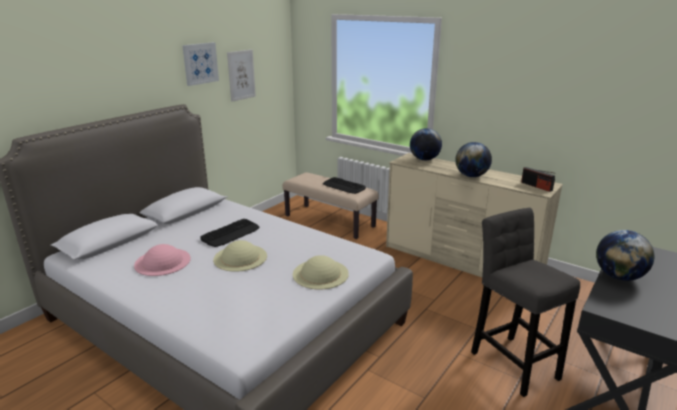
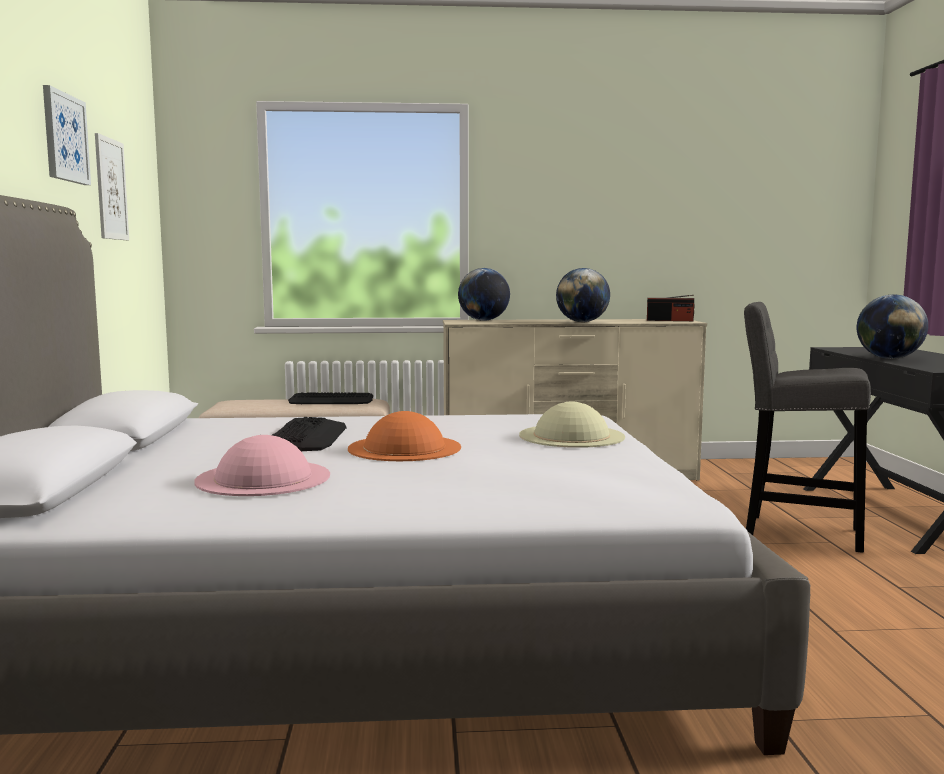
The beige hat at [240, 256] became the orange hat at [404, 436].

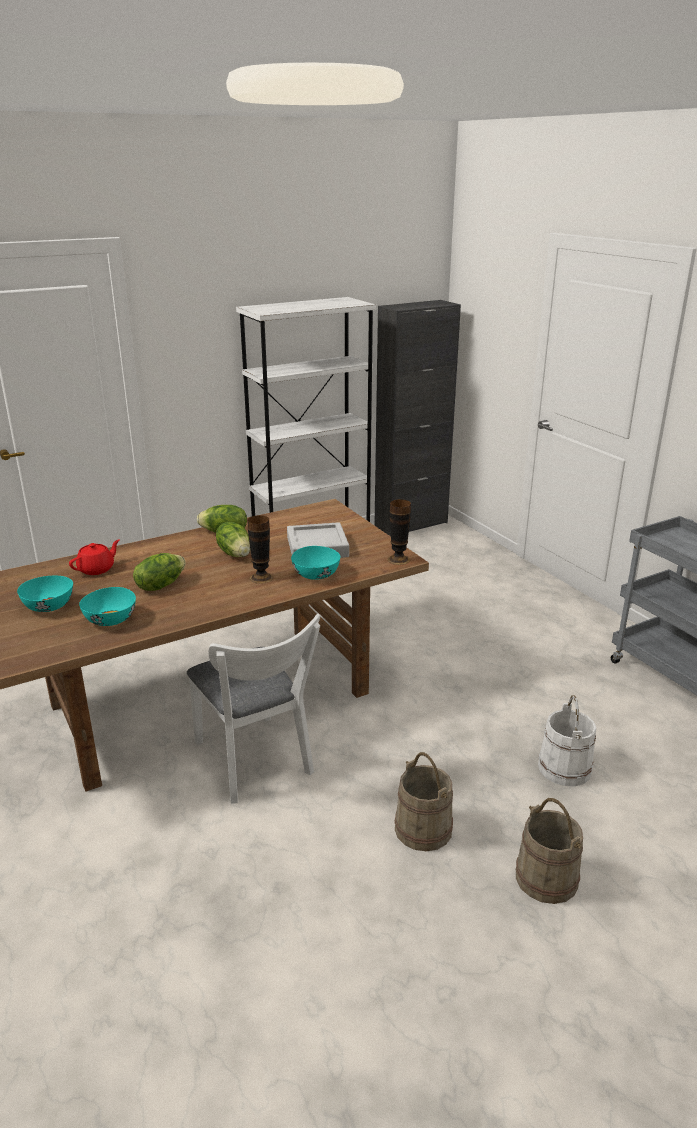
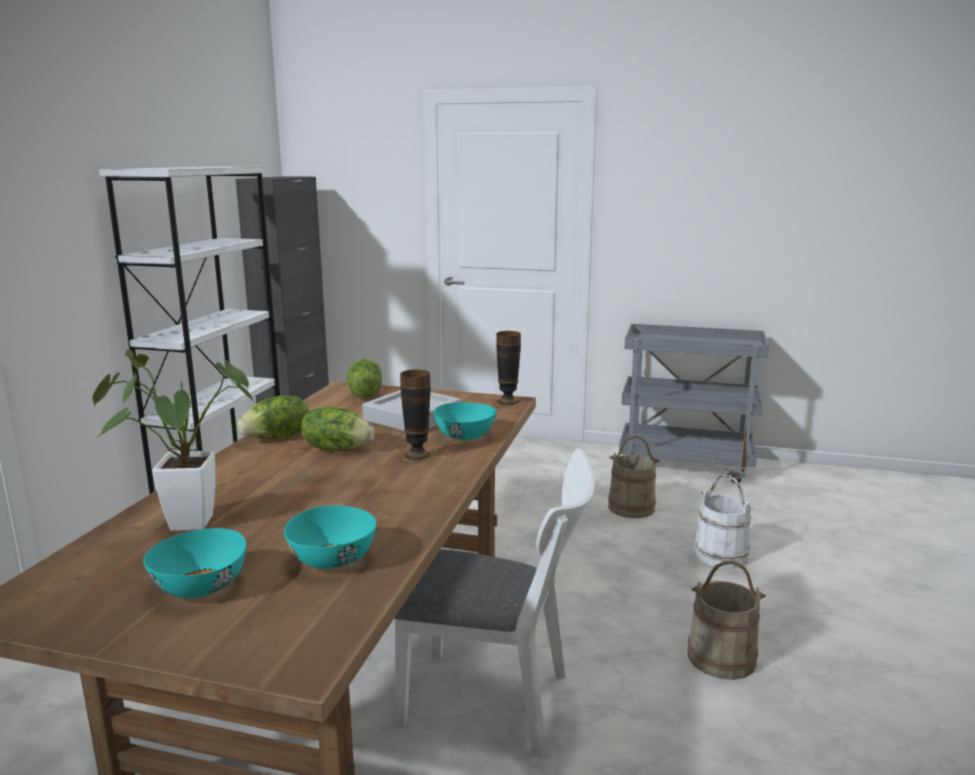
The red teapot at [94, 557] was replaced by the potted plant at [173, 440]. The lettuce moved from [159, 572] to [364, 378]. The beige bucket moved from [549, 851] to [634, 477].

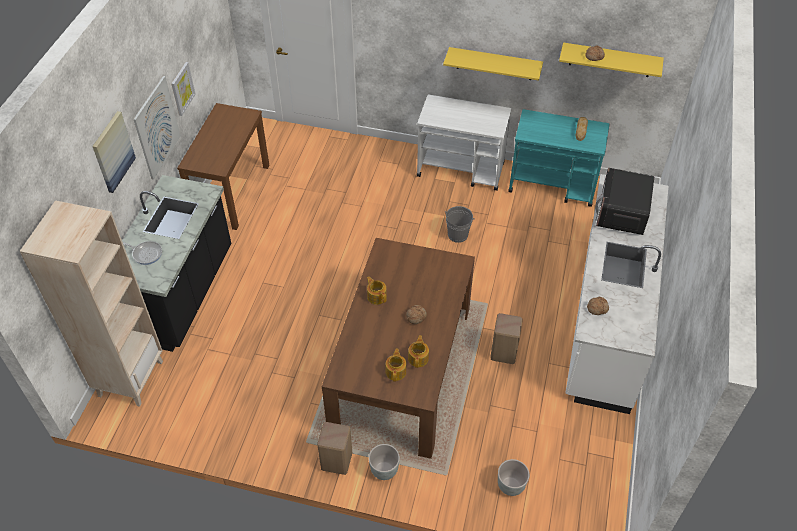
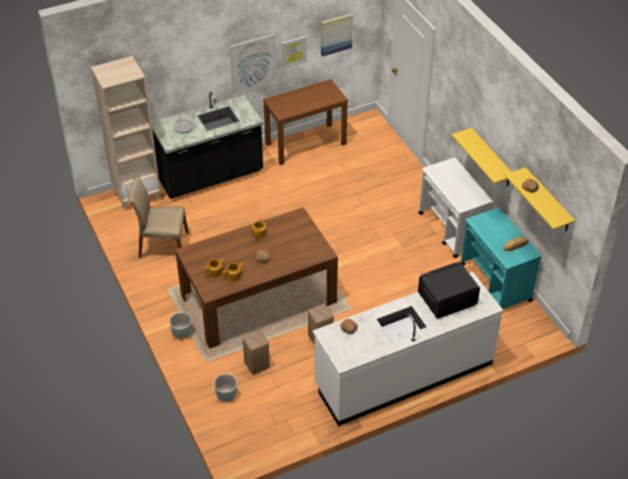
The picture moved from [114, 152] to [337, 34]. The beige stool moved from [334, 448] to [256, 352]. The grey bucket at [460, 224] disappeared. The beige chair at [159, 217] appeared.

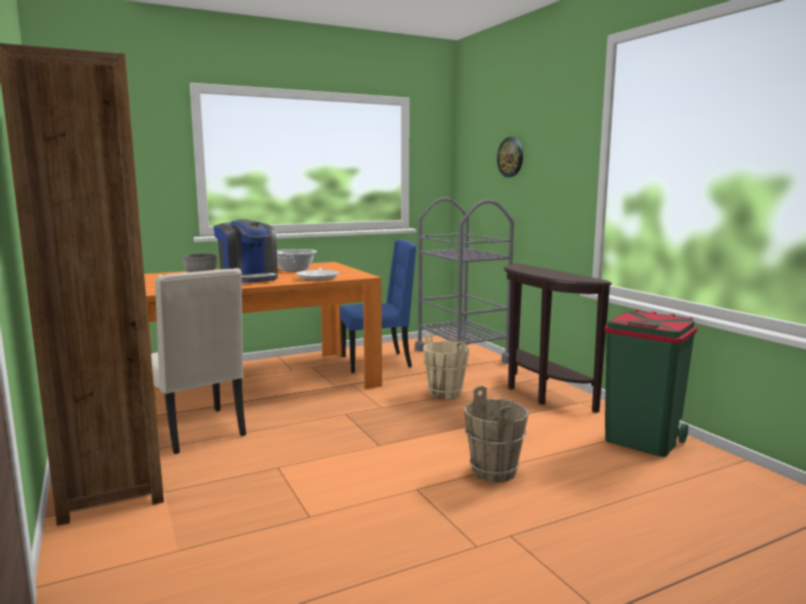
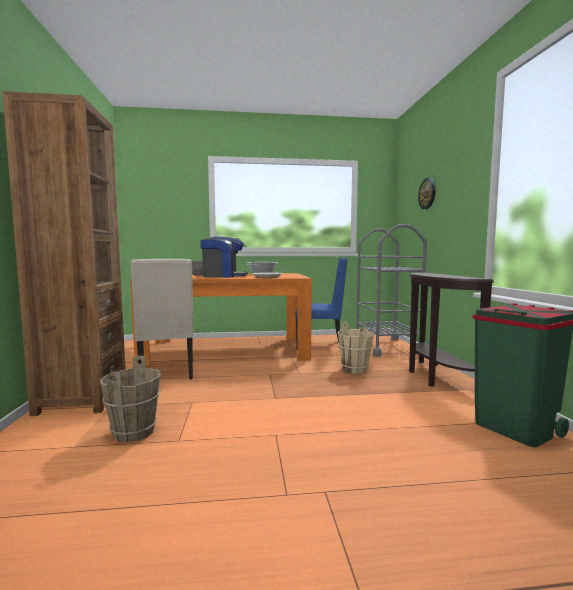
The coffee machine at [245, 251] turned 75 degrees counterclockwise. The brown bucket moved from [496, 434] to [130, 399].

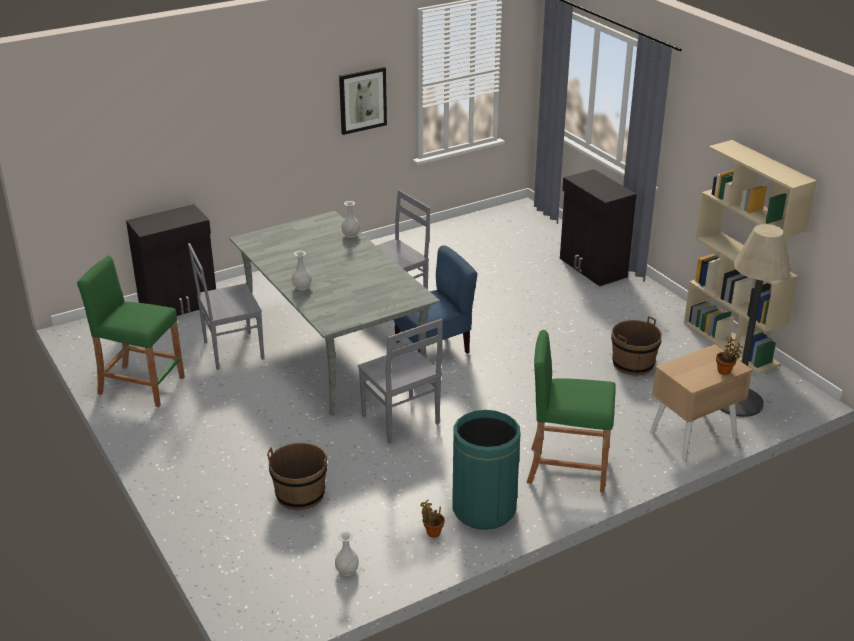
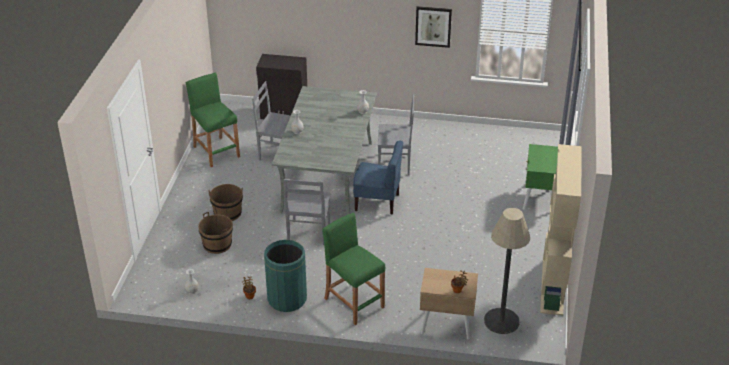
The black cabinet at [598, 227] was replaced by the green nightstand at [540, 177]. The brown bucket moved from [636, 346] to [226, 202].

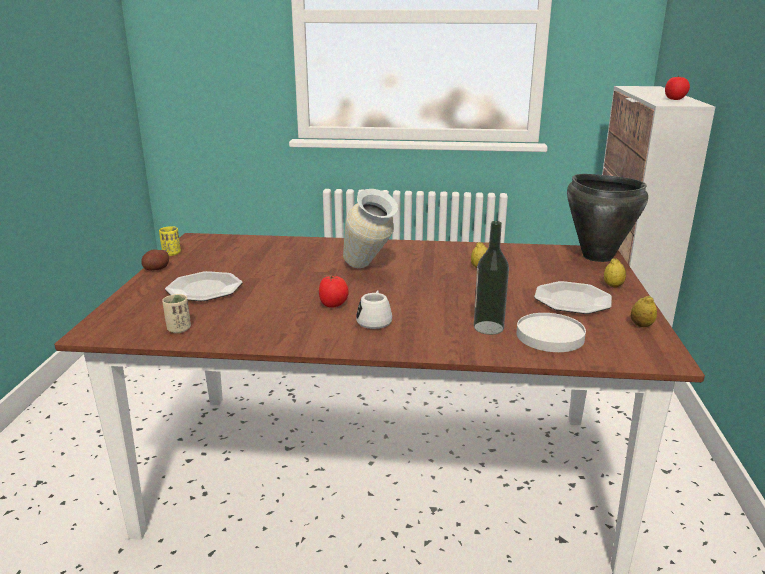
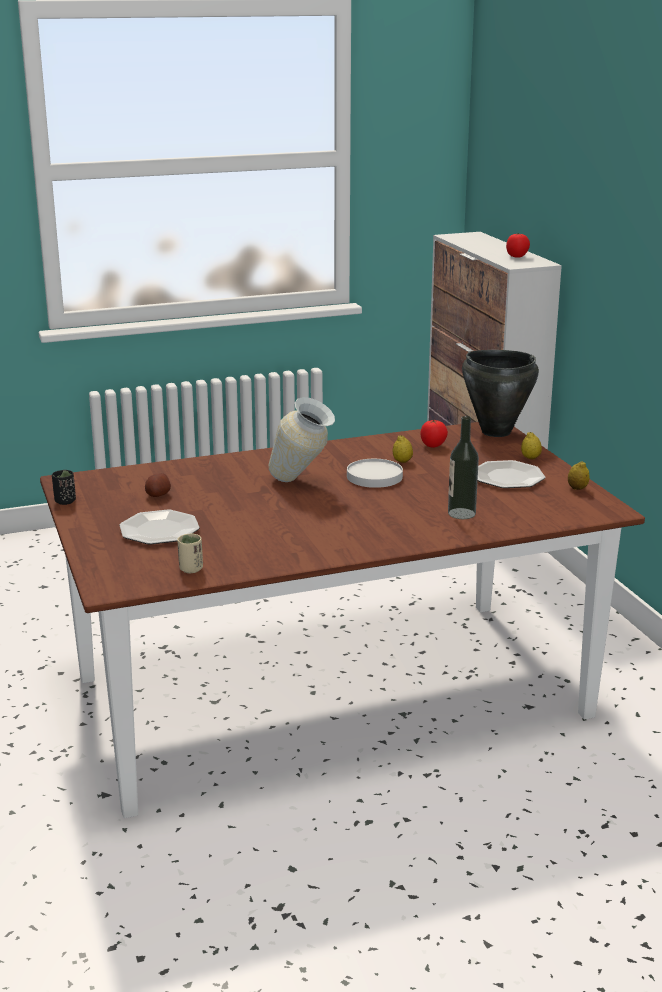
The potato moved from [155, 260] to [158, 485]. The yellow cup at [170, 241] became the black cup at [64, 487]. The tomato moved from [334, 292] to [434, 434]. The white mug at [374, 309] disappeared. The white plate moved from [551, 332] to [375, 473].

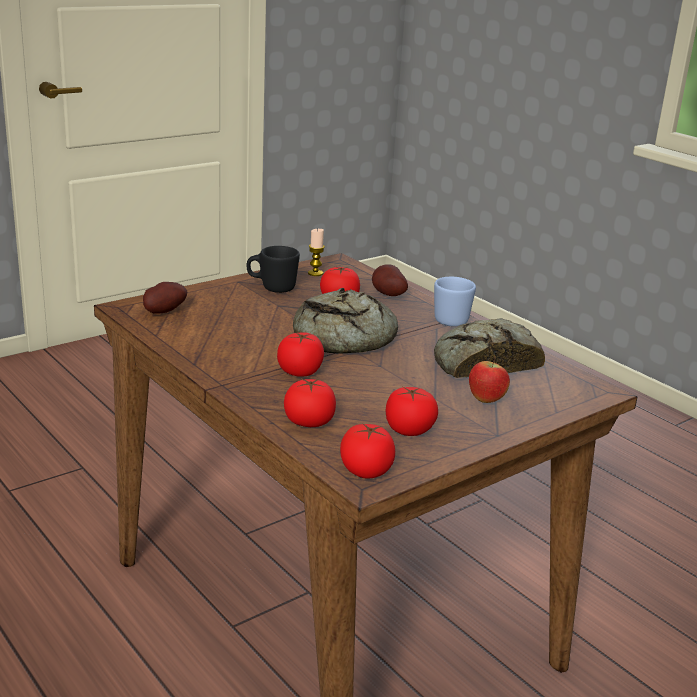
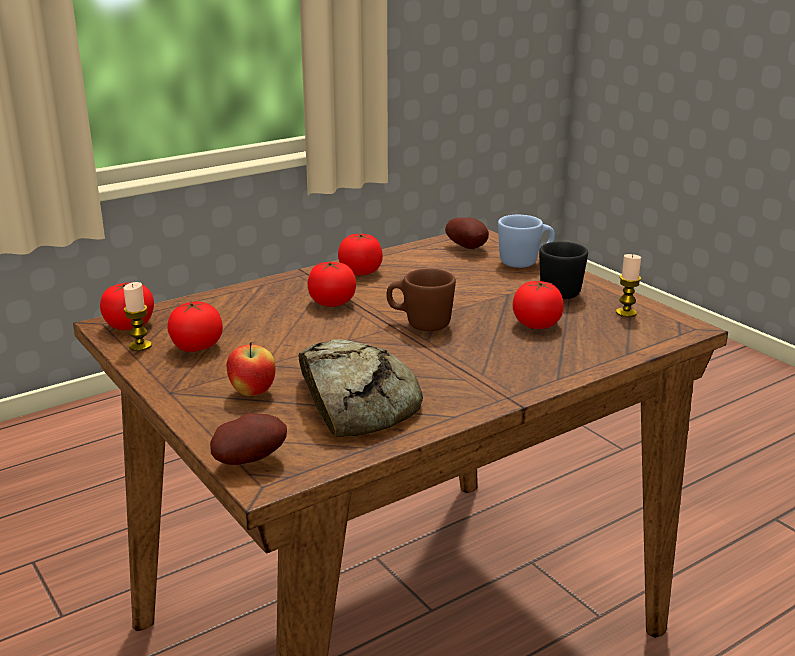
The tomato moved from [310, 403] to [360, 254]. The bread at [345, 321] was replaced by the brown mug at [421, 300]. The potato moved from [390, 280] to [248, 439]. The blue mug moved from [455, 302] to [526, 241]. The candle at [137, 316] appeared.

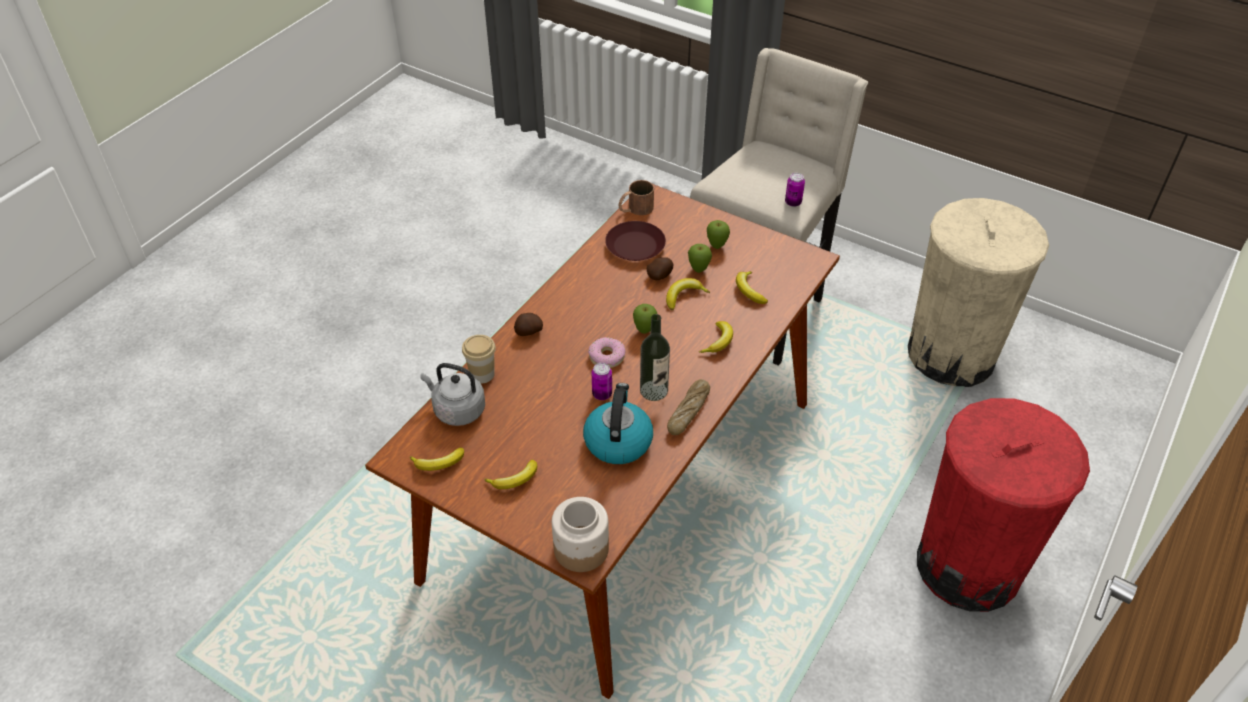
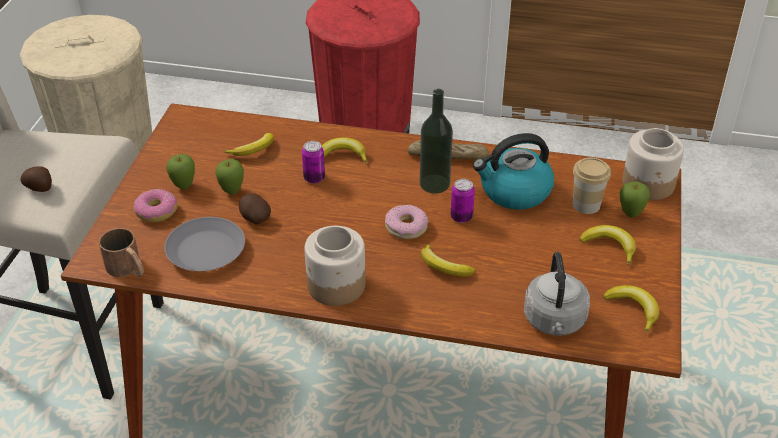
The cup moved from [479, 359] to [592, 186]. The potato moved from [528, 324] to [36, 179]. The brown plate at [635, 241] became the grey plate at [205, 244]. The apple moved from [645, 319] to [635, 199]. The banana moved from [688, 294] to [448, 260]. The can moved from [795, 190] to [313, 162]. The donut at [155, 205] appeared. The jar at [335, 266] appeared.

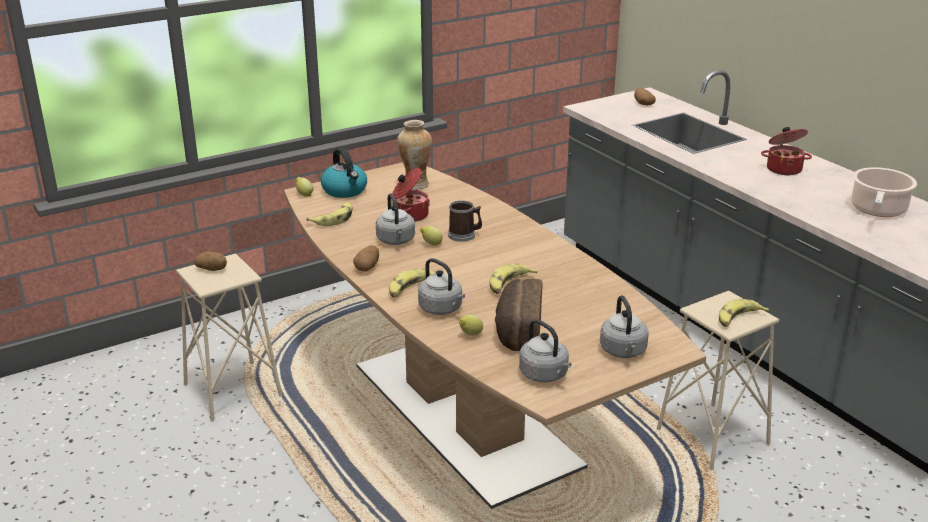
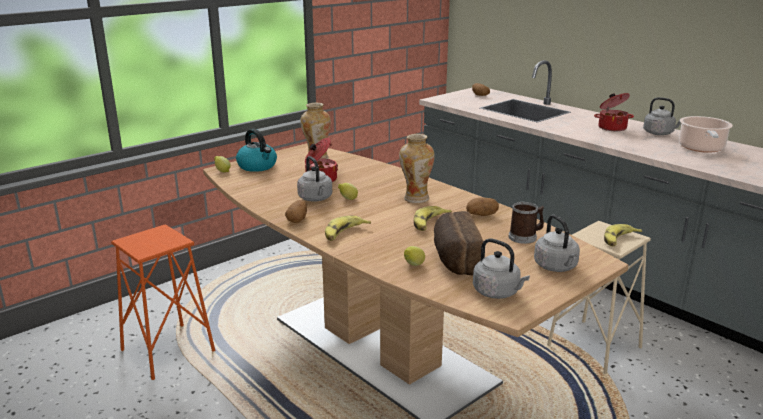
The beige stool at [229, 337] became the orange stool at [163, 302]. The potato moved from [210, 261] to [482, 207]. The banana at [329, 214] disappeared. The grey kettle moved from [441, 286] to [662, 116]. The mug moved from [465, 221] to [526, 223]. The vase at [417, 168] appeared.

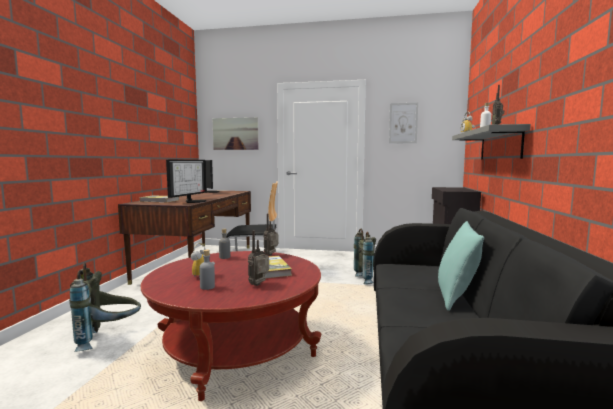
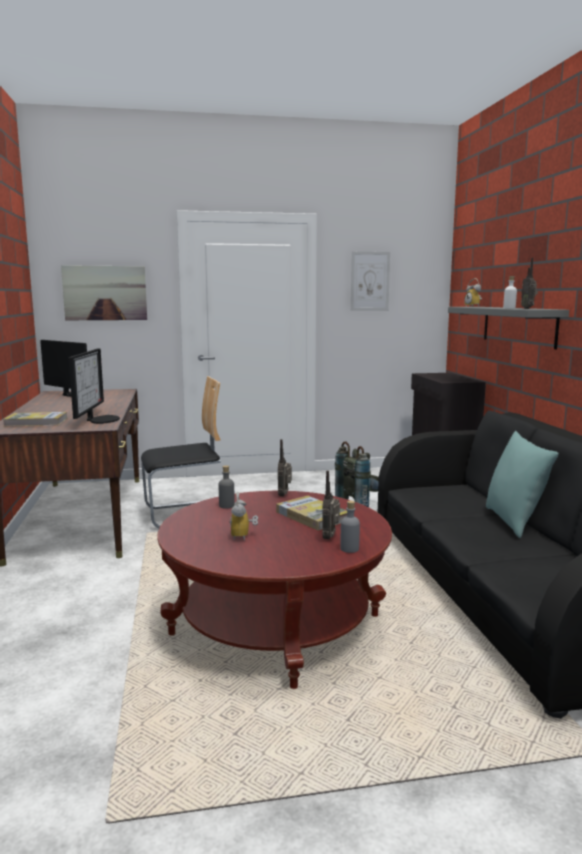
The grey backpack at [105, 307] disappeared. The grey bottle moved from [207, 270] to [350, 527].

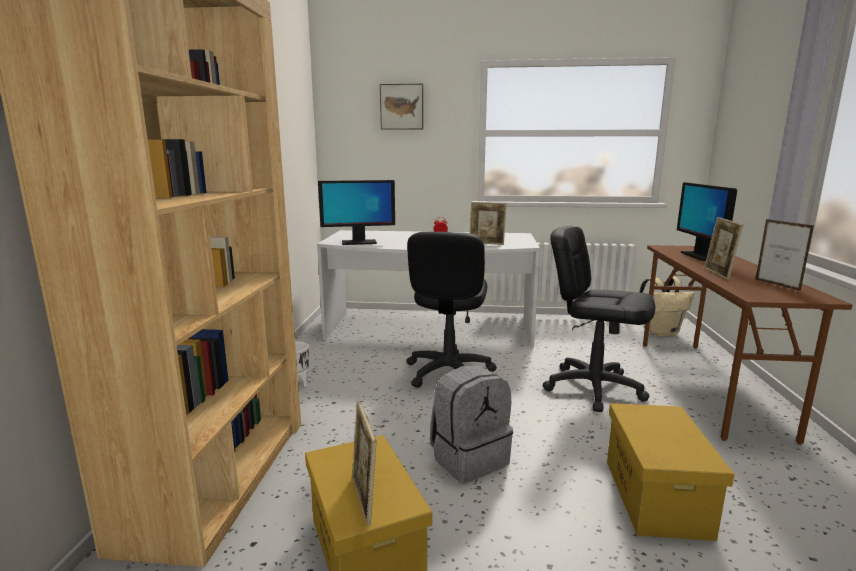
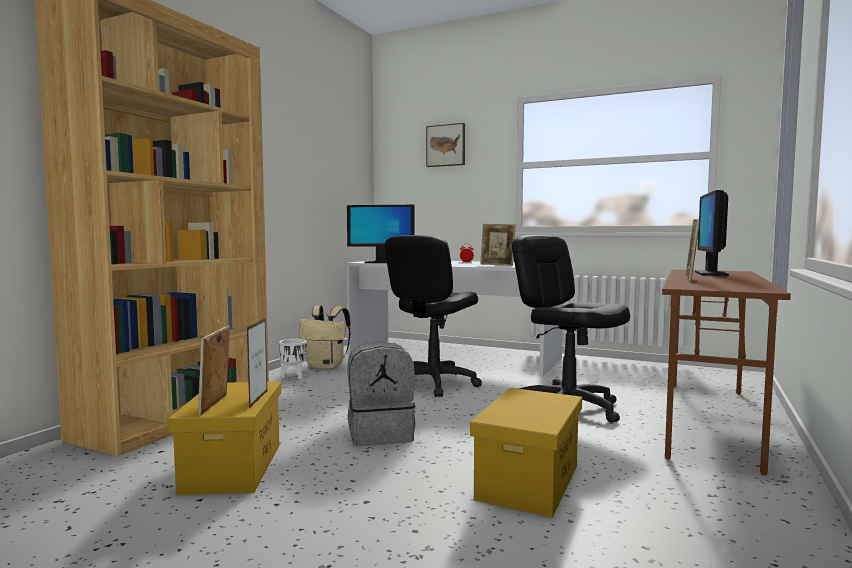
The beige backpack moved from [666, 306] to [325, 337]. The picture frame moved from [785, 255] to [257, 363].

